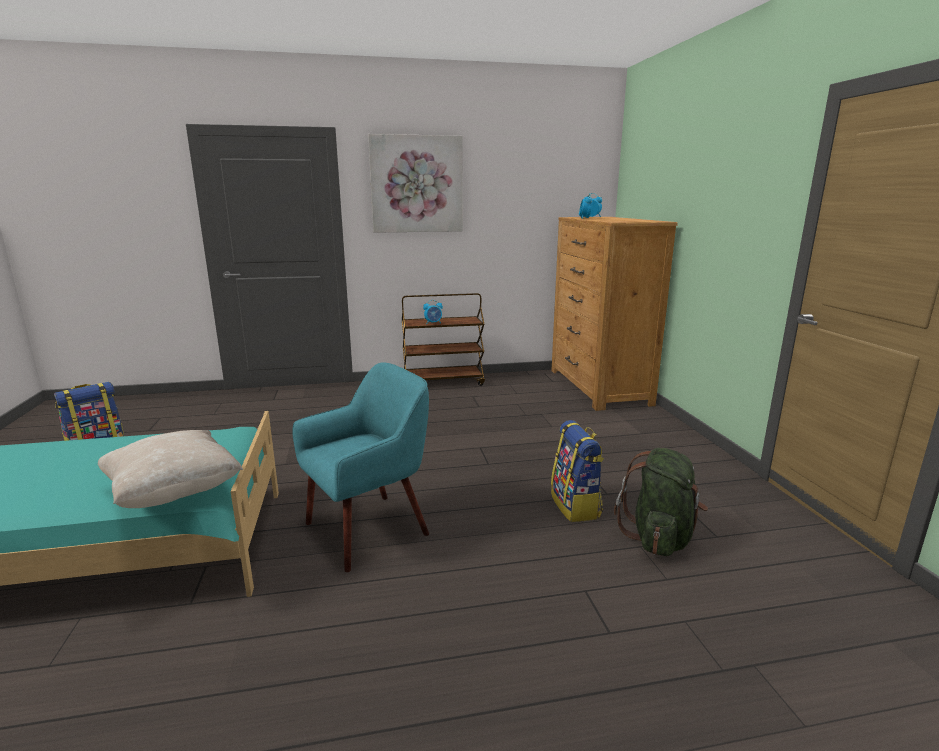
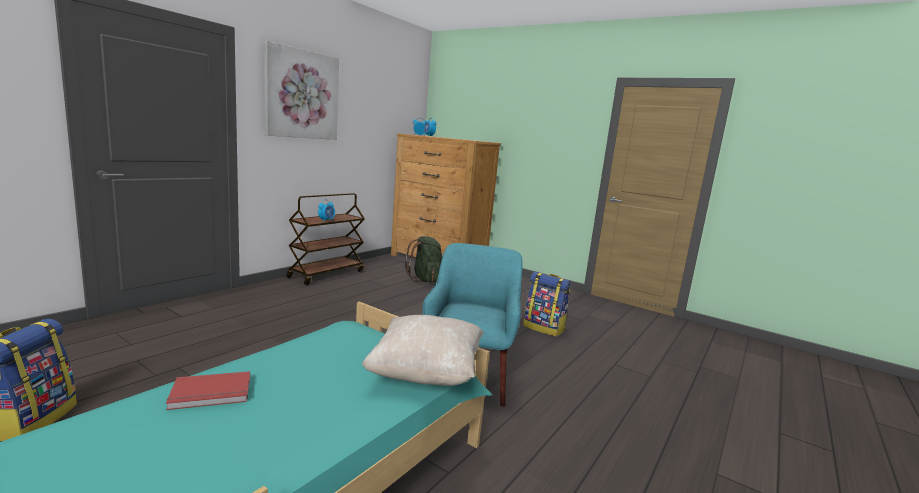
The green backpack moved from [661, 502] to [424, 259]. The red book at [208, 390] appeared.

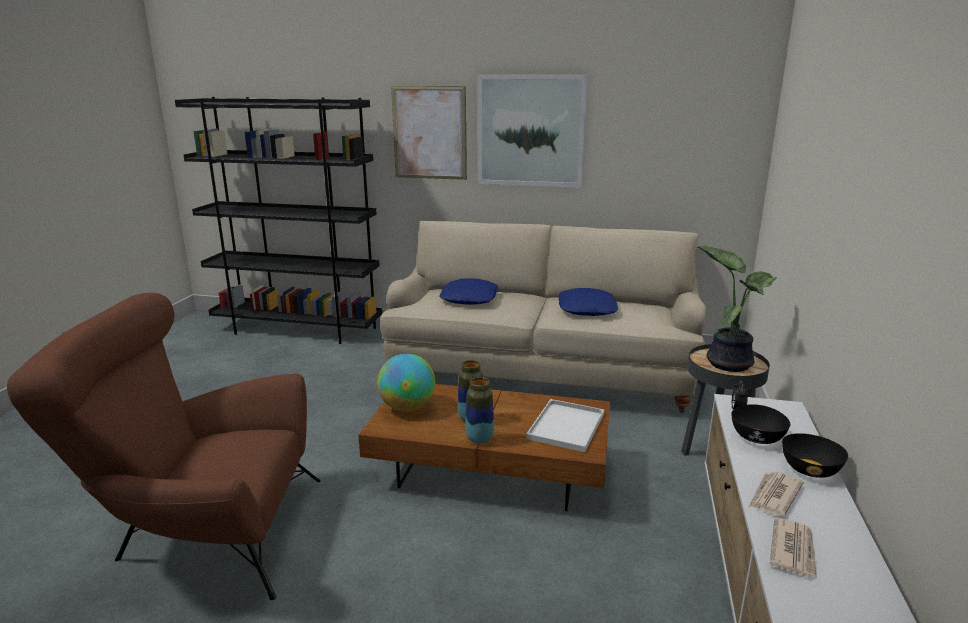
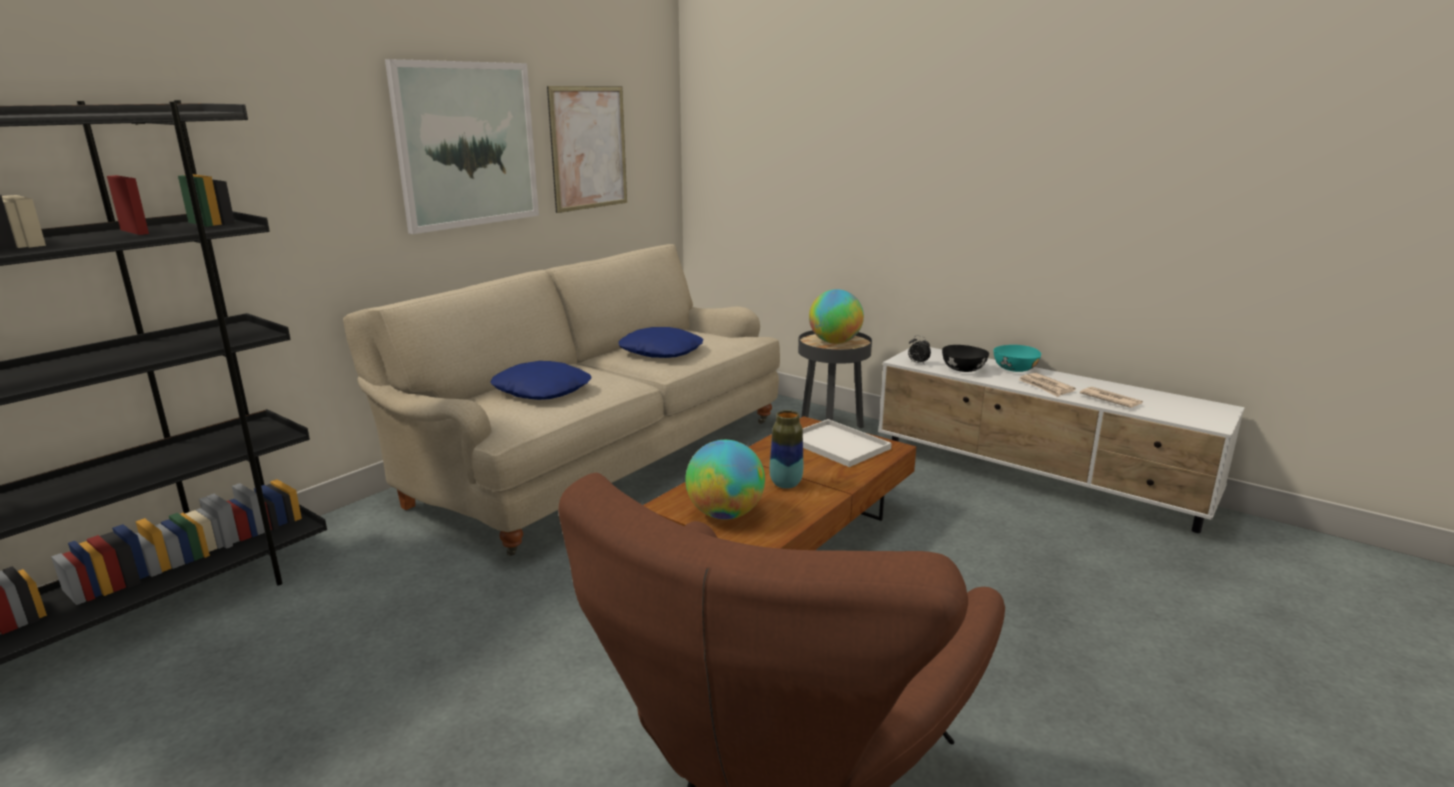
The picture moved from [429, 133] to [587, 149]. The vase at [479, 410] disappeared. The potted plant at [737, 309] was replaced by the globe at [836, 316]. The black bowl at [815, 455] became the turquoise bowl at [1017, 358].

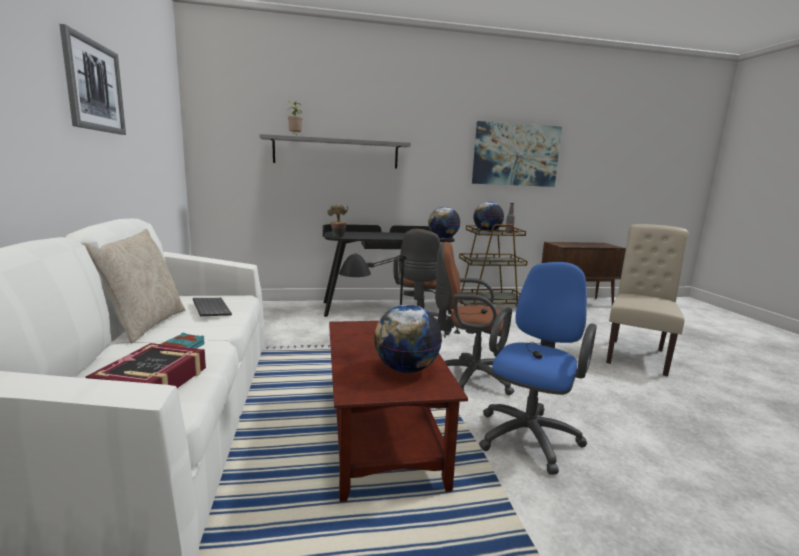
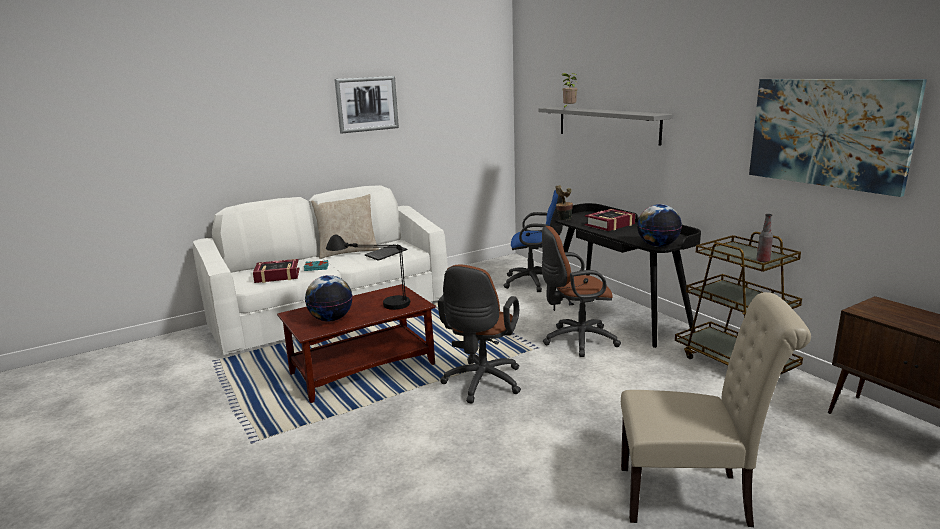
The brown office chair at [474, 318] turned 150 degrees counterclockwise. The globe at [489, 217] disappeared. The blue office chair moved from [538, 368] to [533, 241]. The book at [609, 220] appeared.

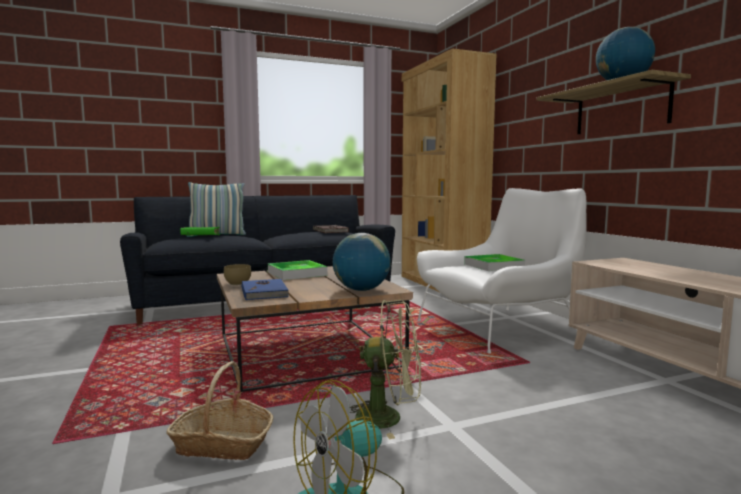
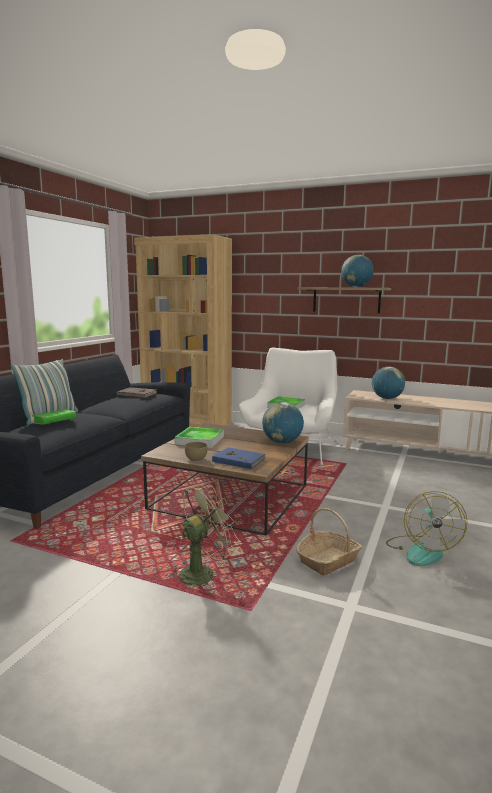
The green fan moved from [385, 369] to [204, 534]. The globe at [388, 383] appeared.

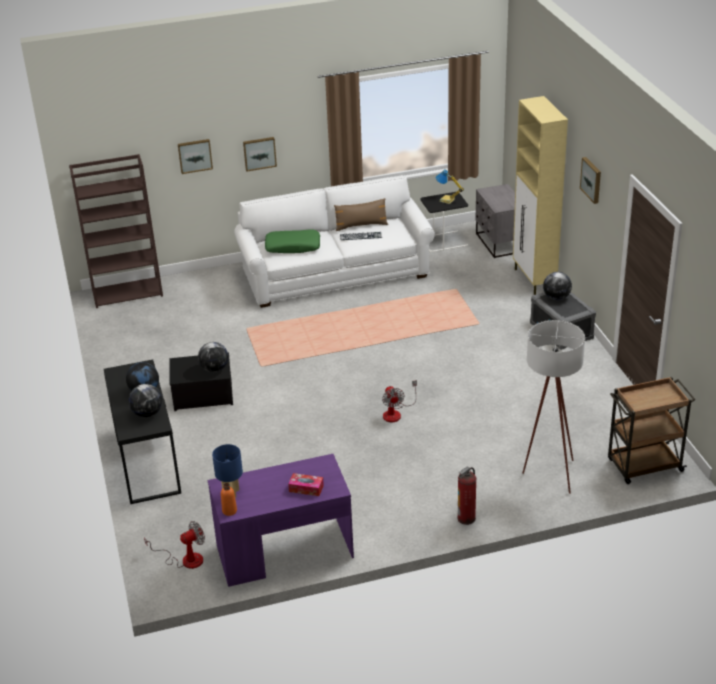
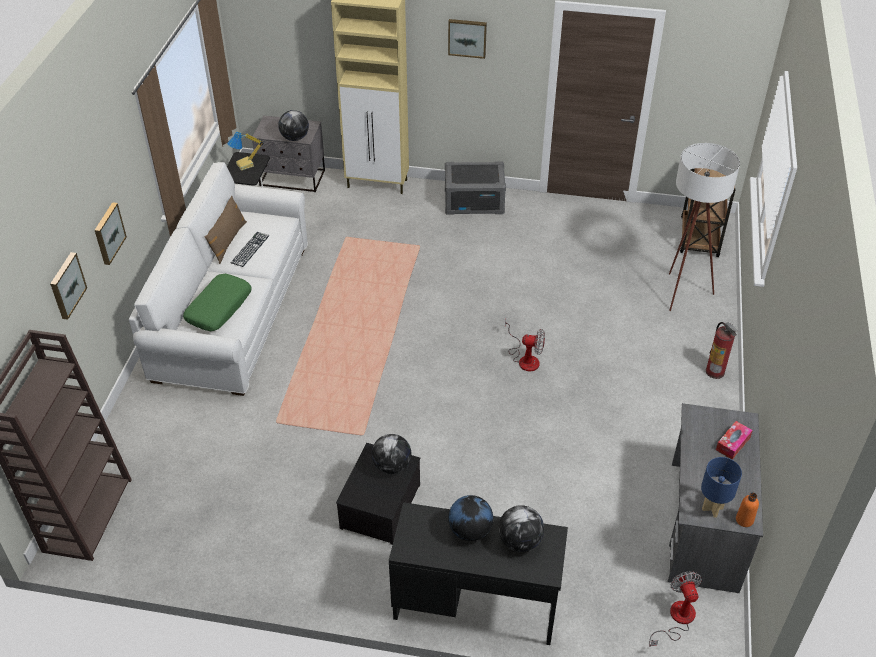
The purple desk at [280, 520] became the grey desk at [715, 498]. The globe moved from [557, 286] to [293, 125].

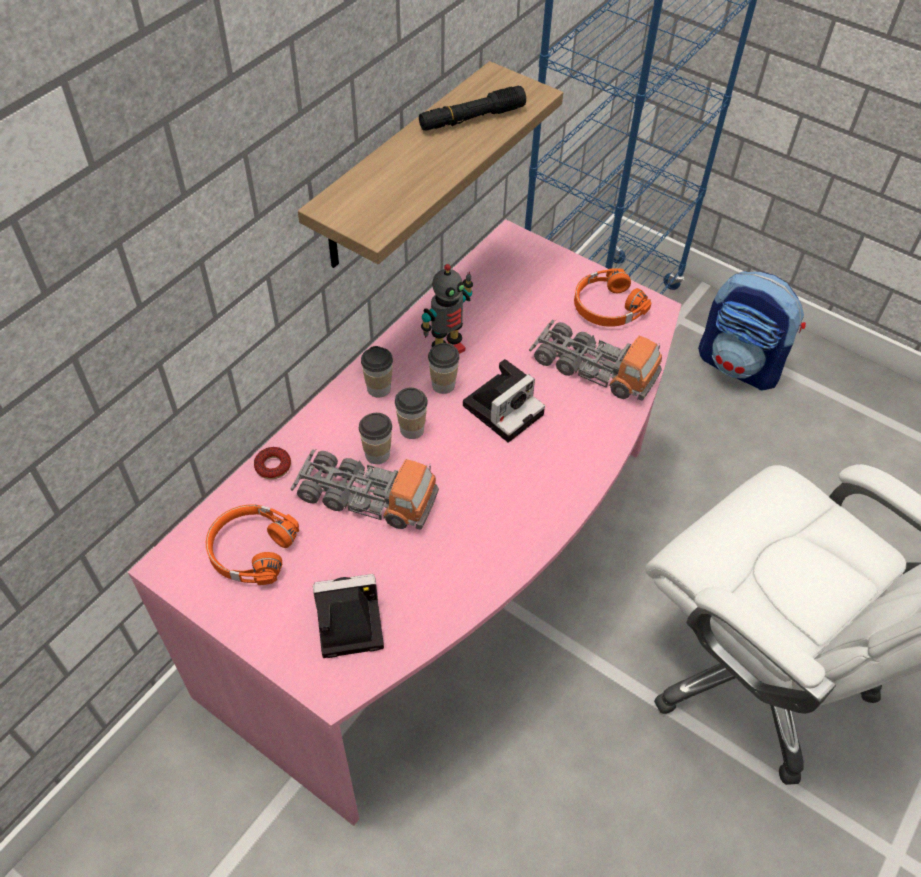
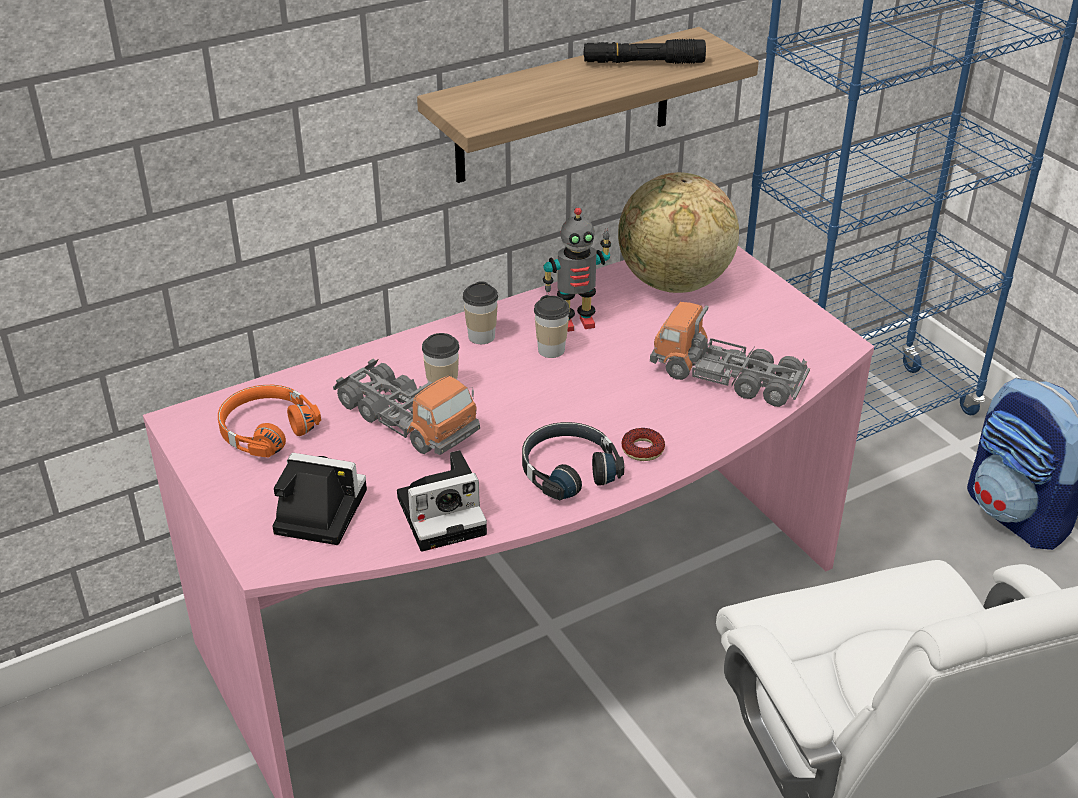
The donut moved from [272, 463] to [643, 444]. The cup at [411, 413] disappeared. The photo camera moved from [504, 401] to [442, 501]. The toy truck at [595, 360] turned 150 degrees clockwise. The orange headphones at [612, 297] disappeared. The black headphones at [573, 461] appeared. The globe at [678, 232] appeared.

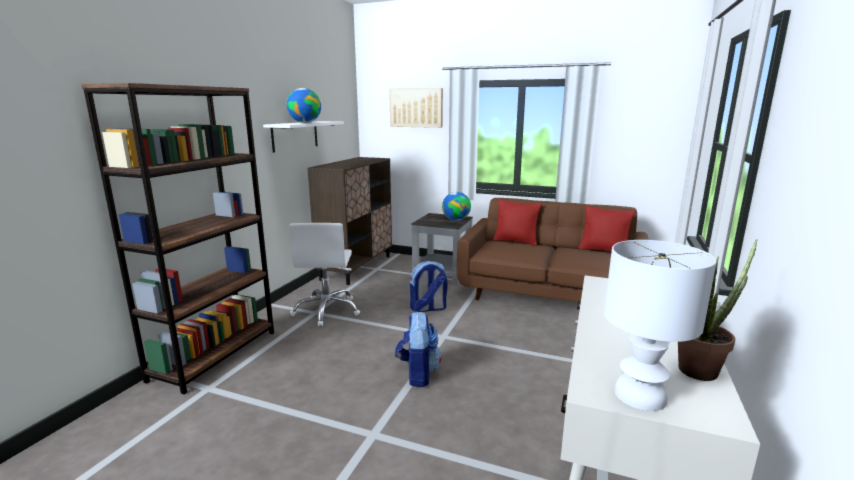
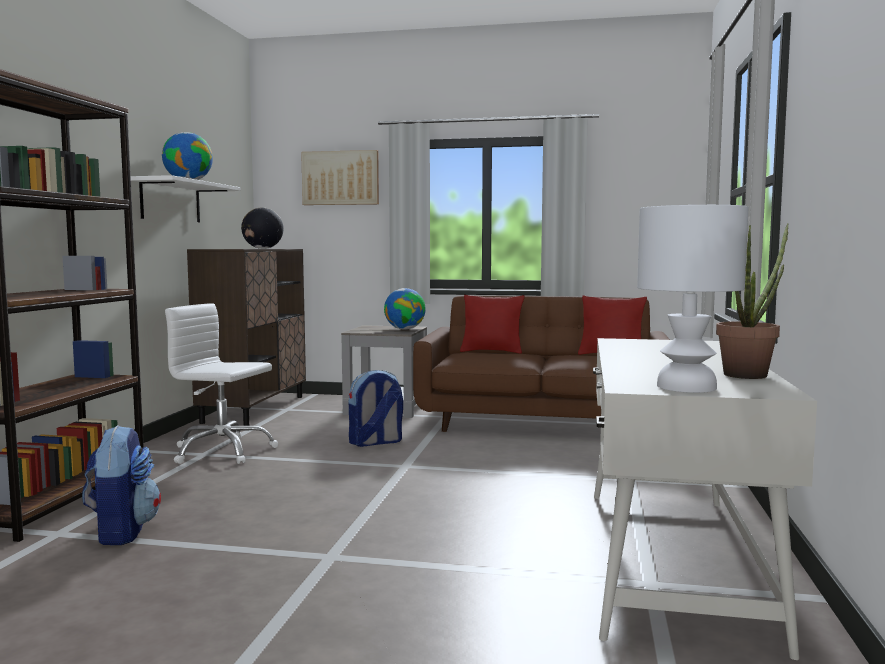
The white office chair at [324, 274] turned 120 degrees clockwise. The backpack moved from [418, 349] to [121, 485]. The globe at [262, 228] appeared.

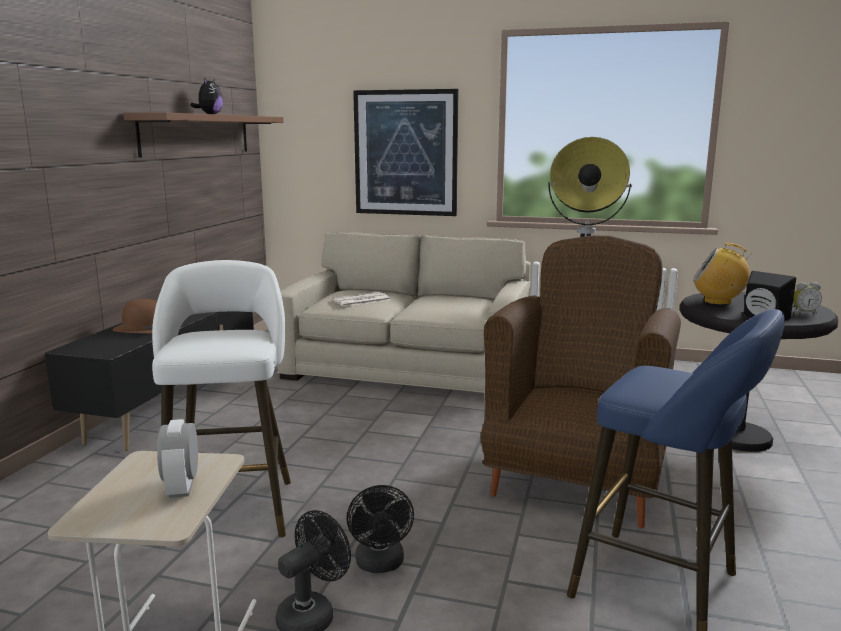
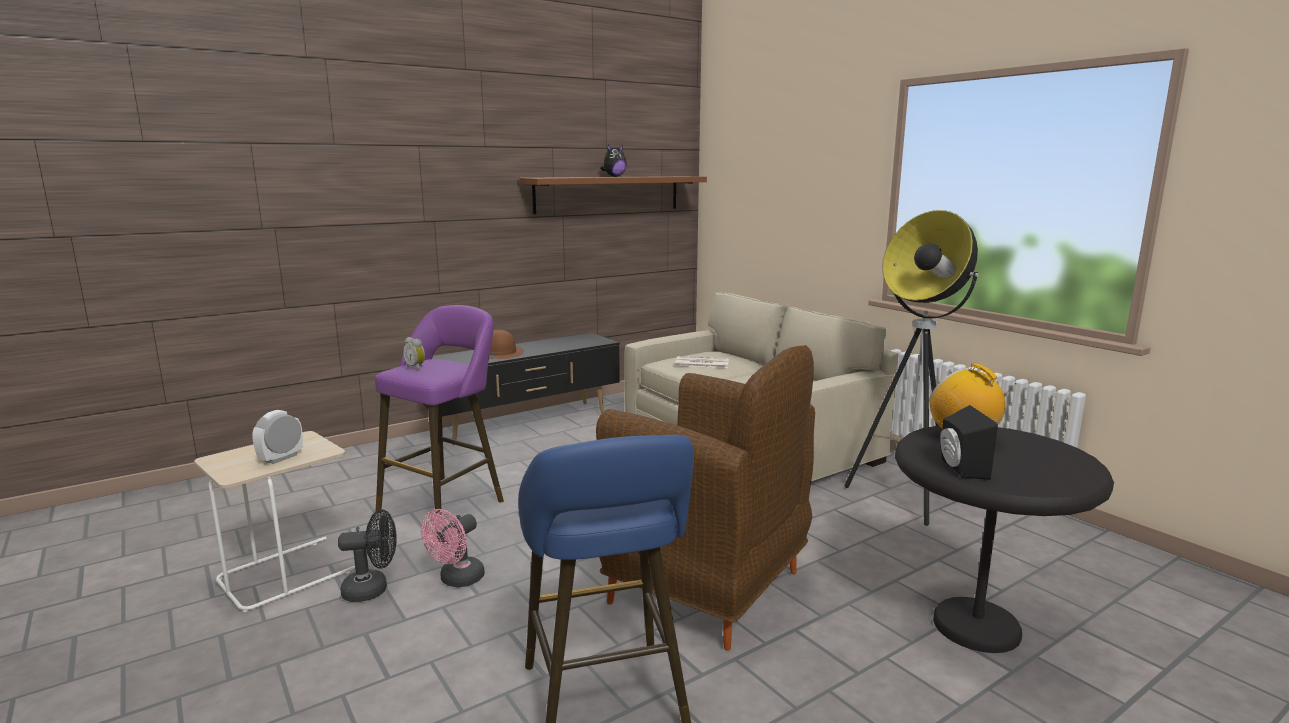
The white stool at [221, 398] became the purple stool at [439, 410]. The black fan at [380, 529] became the pink fan at [453, 548]. The picture at [406, 152] disappeared. The brown armchair at [581, 382] turned 60 degrees clockwise. The alarm clock moved from [807, 298] to [414, 353].

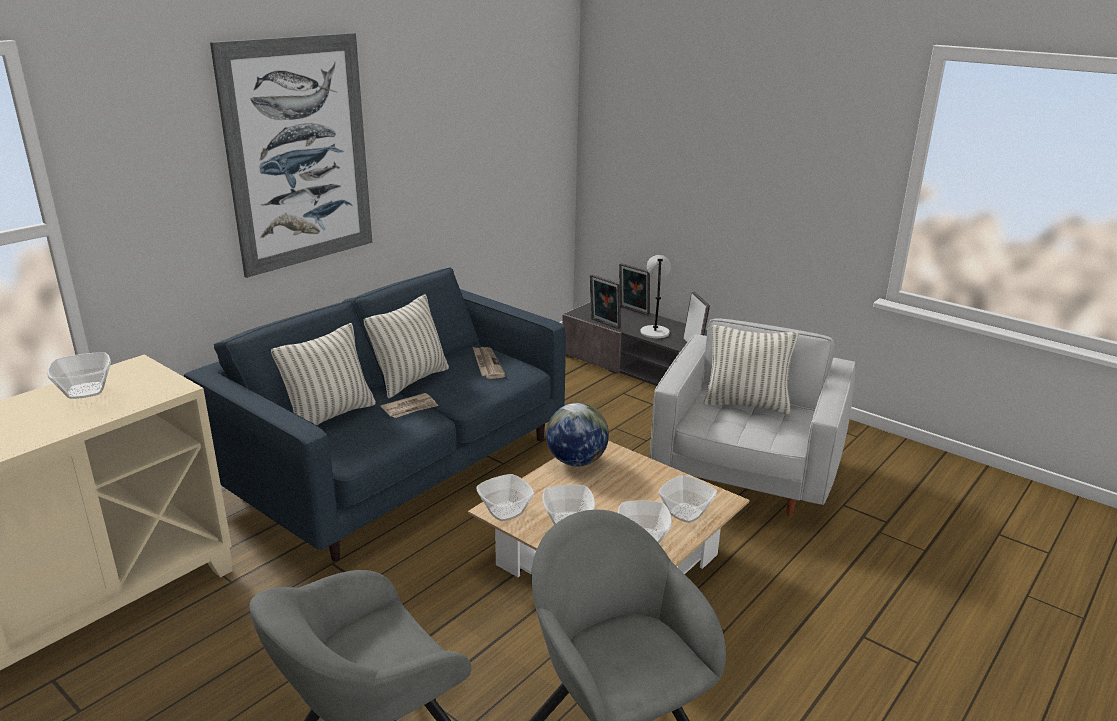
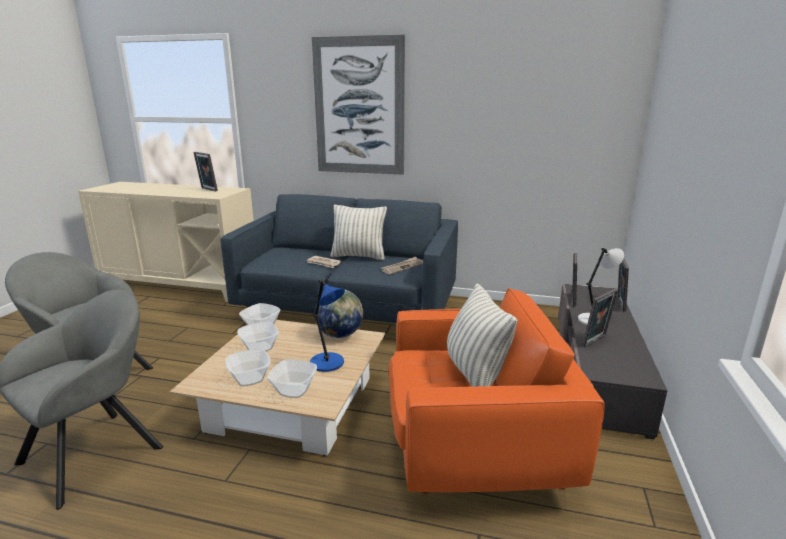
The bowl at [79, 375] was replaced by the picture frame at [205, 172]. The pillow at [323, 374] disappeared. The white armchair at [752, 417] became the orange armchair at [496, 391]. The blue table lamp at [327, 325] appeared.

